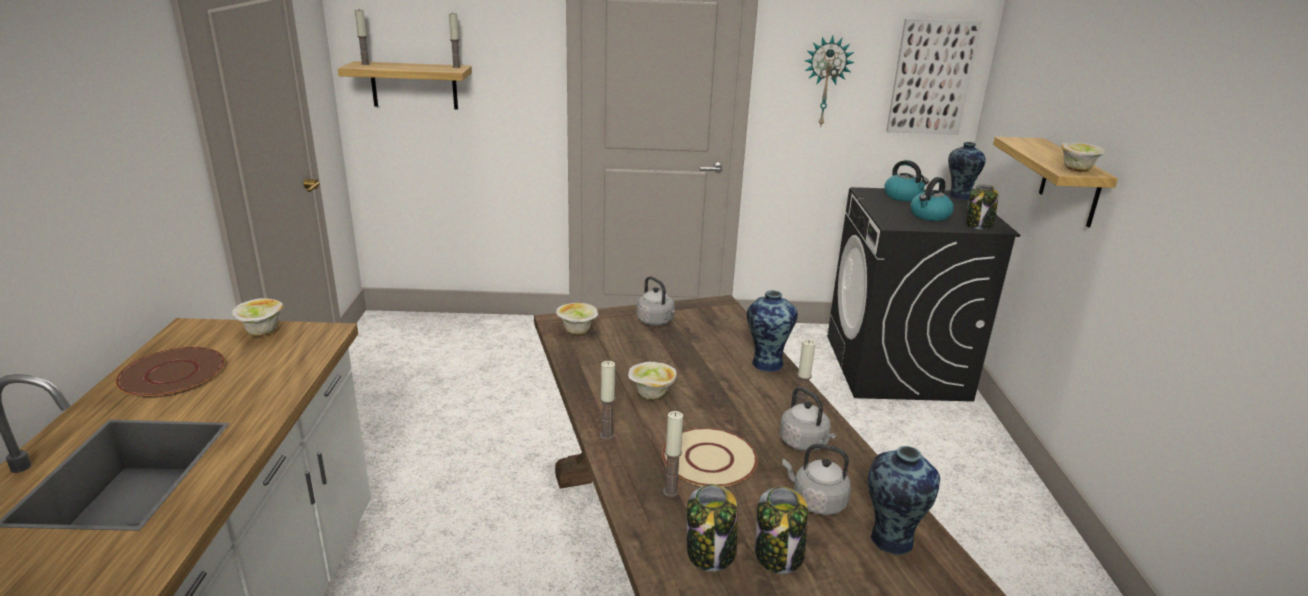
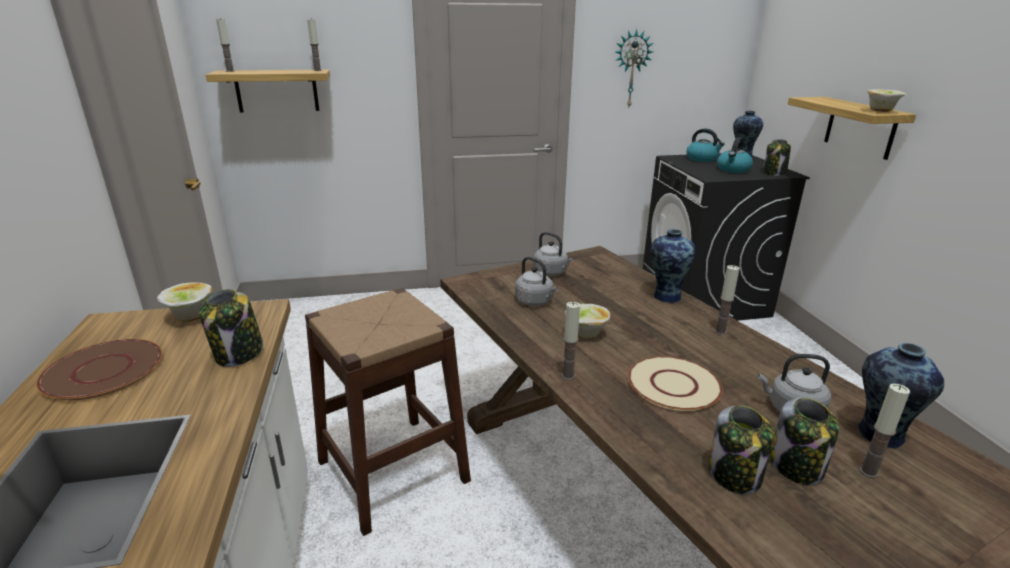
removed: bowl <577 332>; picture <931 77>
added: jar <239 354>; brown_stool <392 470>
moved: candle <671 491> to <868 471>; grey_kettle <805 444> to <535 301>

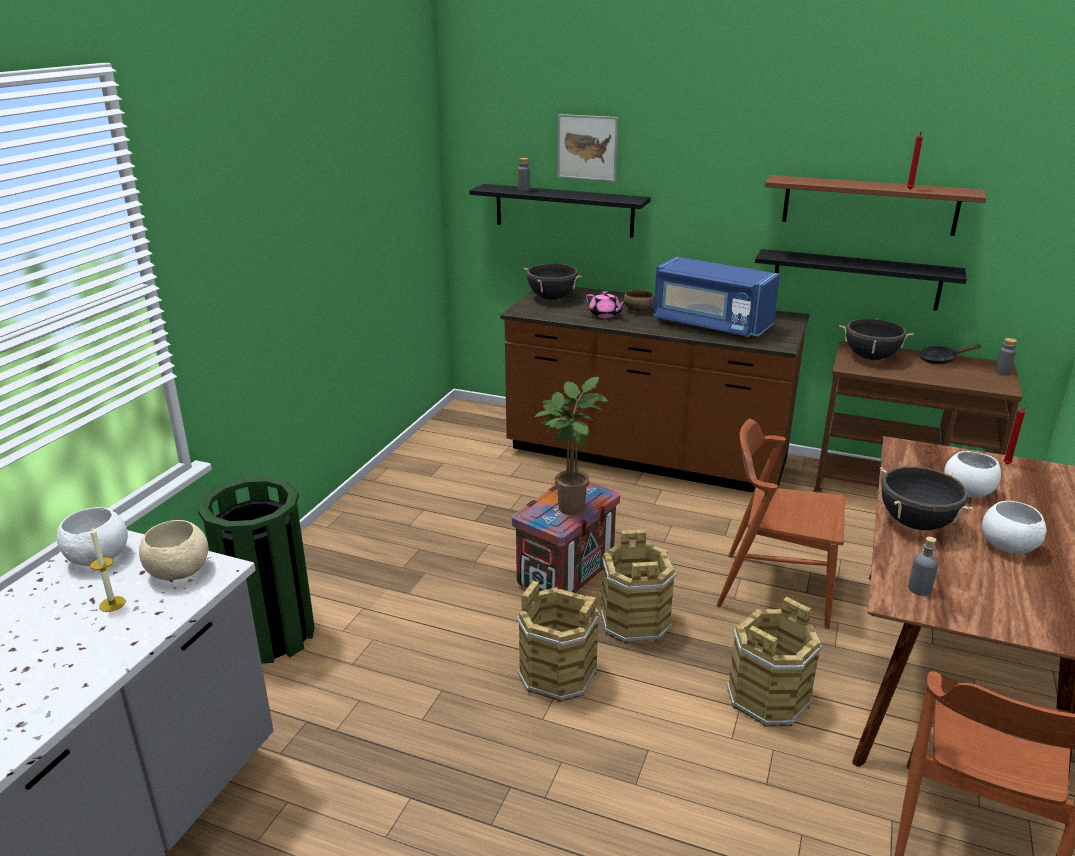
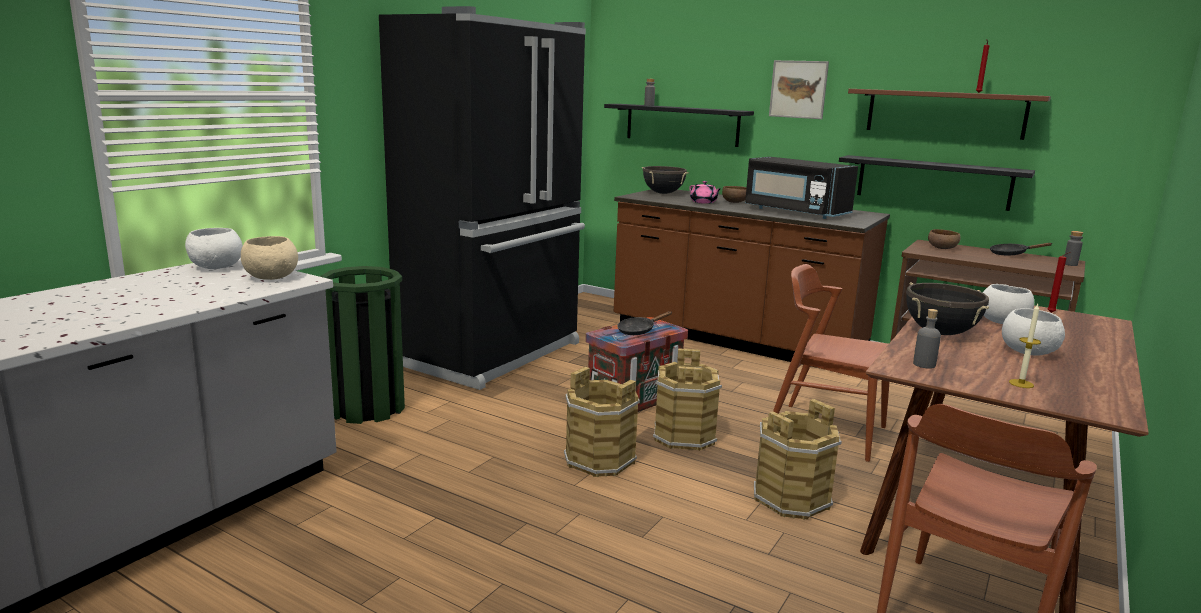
added: black_fridge <495 354>
moved: candle <112 604> to <1021 383>; picture <587 147> to <798 89>
replaced: potted_plant <569 505> to black_frying_pan <639 331>; black_cooking_pot <871 358> to brown_bowl <942 248>
recoloured: blue_microwave <710 324> to black_microwave <795 212>

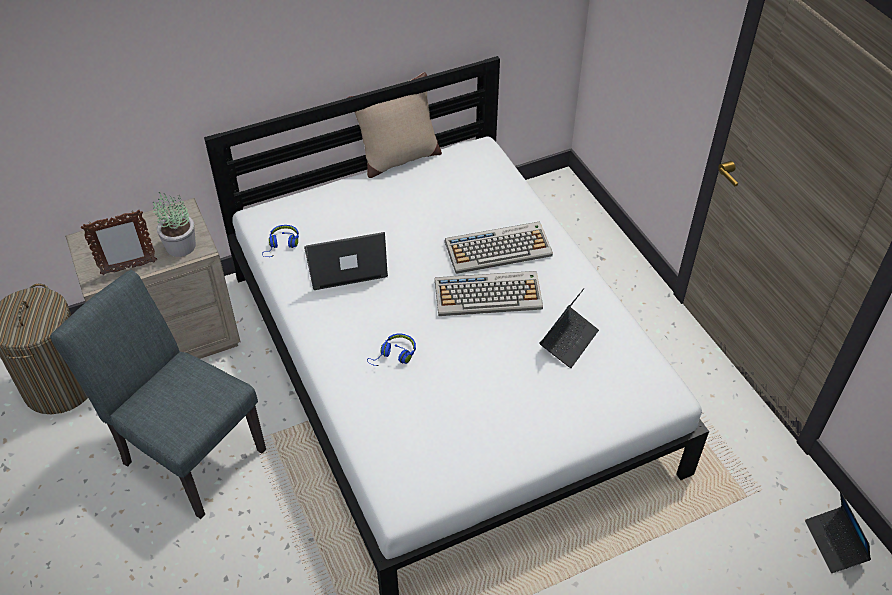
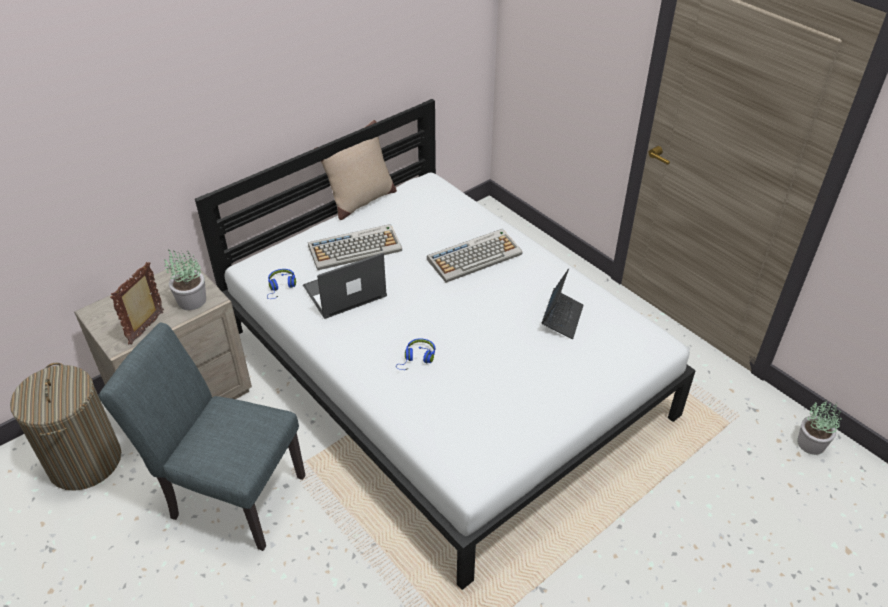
moved: keyboard <489 294> to <355 248>
replaced: laptop <835 543> to potted_plant <811 444>
turned: picture_frame <128 268> = <147 328> 150 degrees clockwise

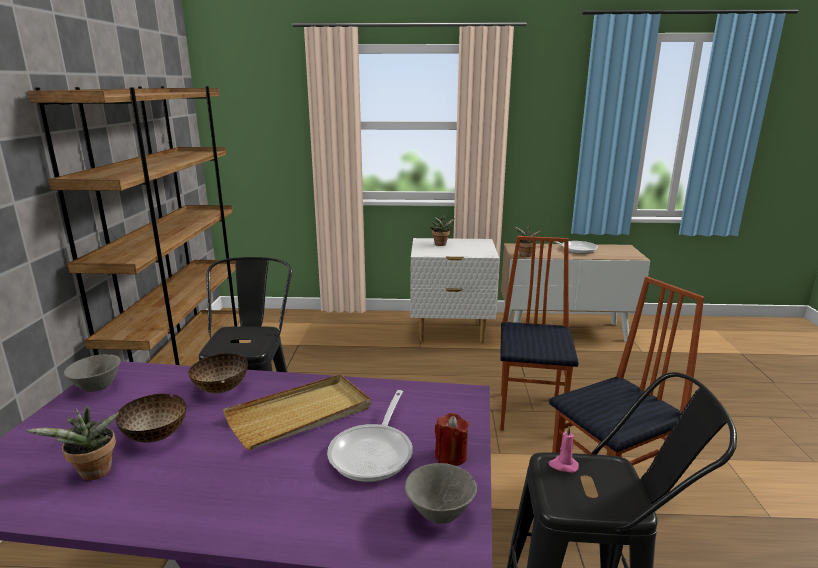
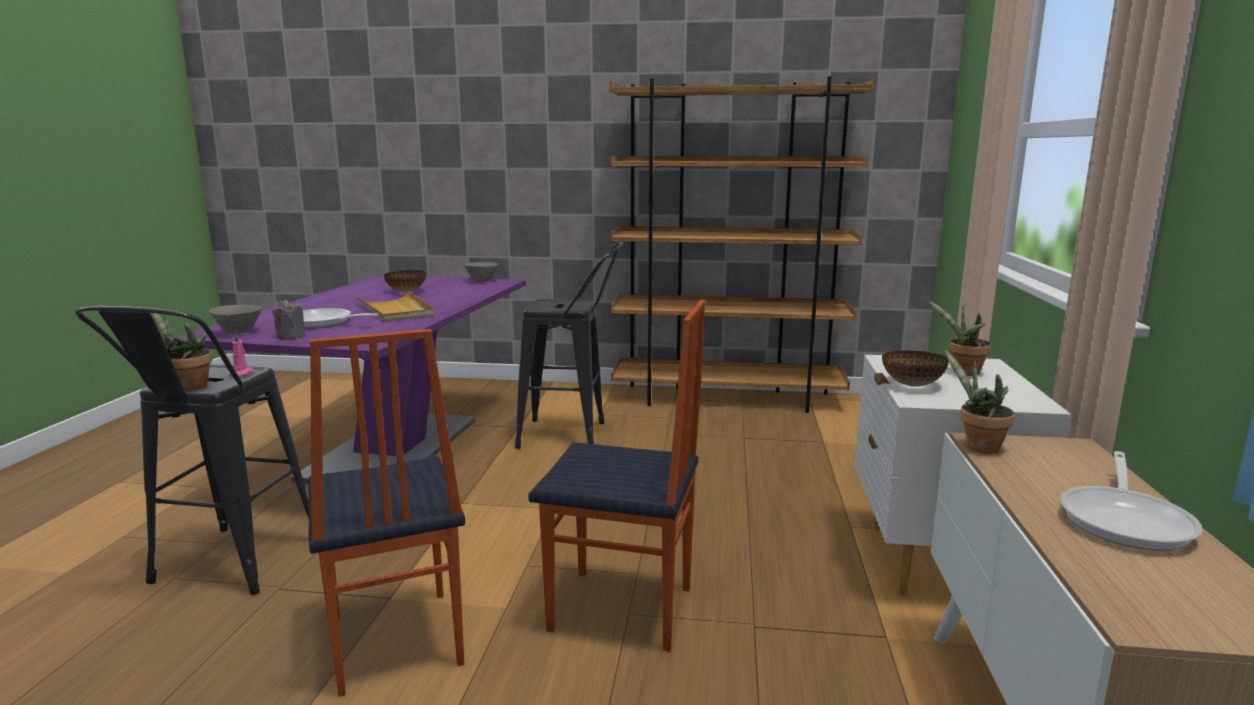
moved: potted_plant <94 474> to <189 386>; bowl <220 389> to <912 384>
recoloured: red_candle <450 456> to grey_candle <290 336>

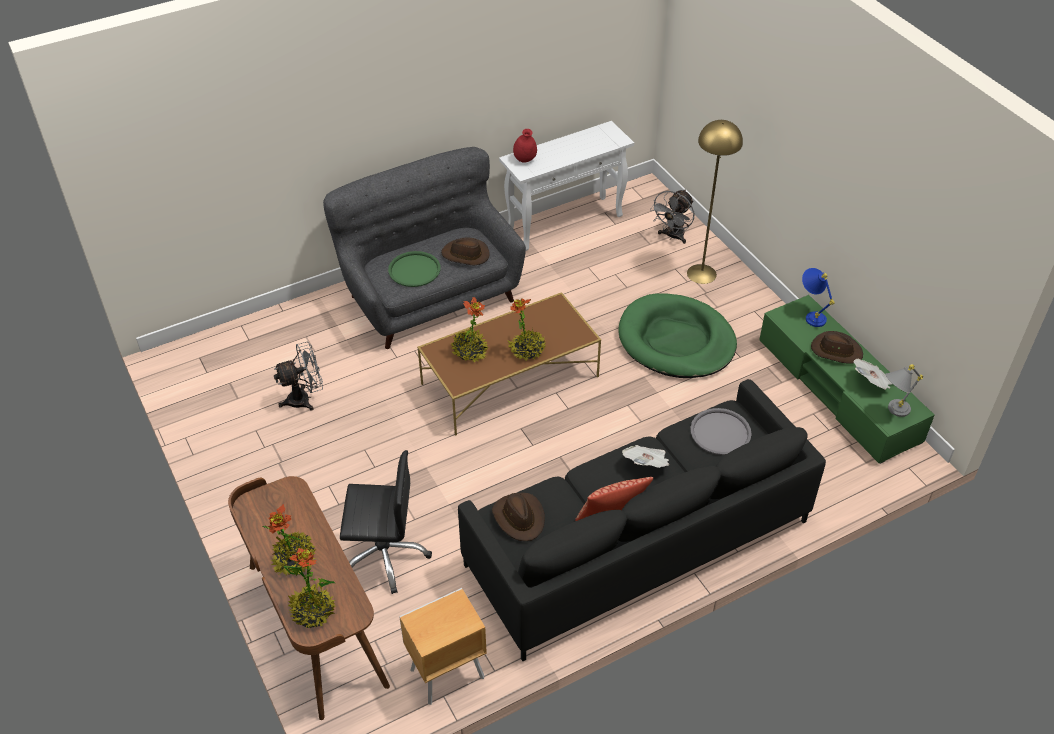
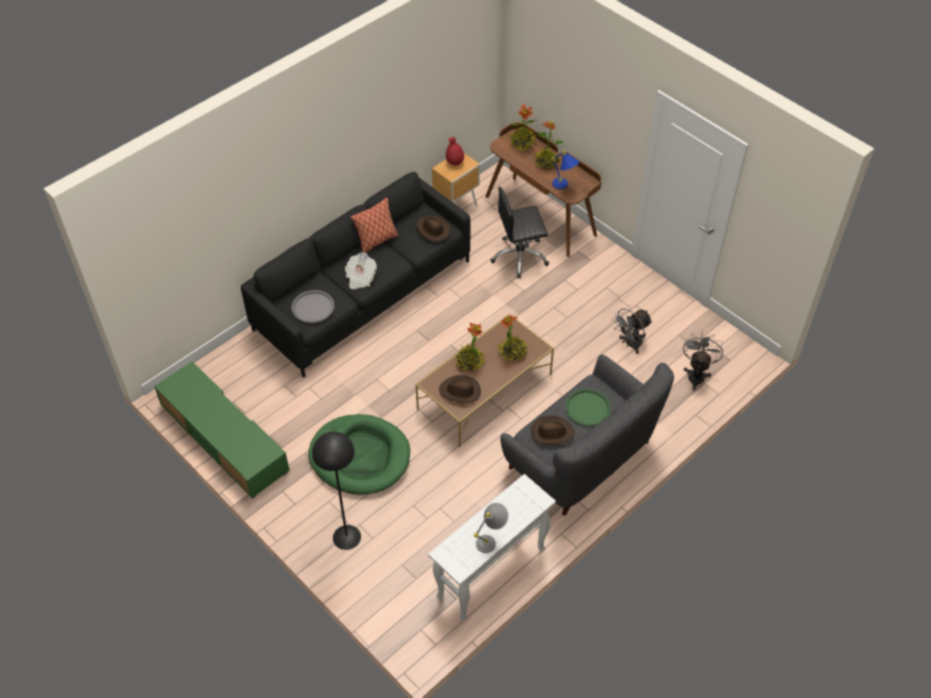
removed: newspaper <872 382>
moved: red_vase <525 159> to <455 162>; grey_fan <672 236> to <697 374>; blue_table_lamp <811 315> to <564 186>; brown_hat <836 350> to <460 391>; grey_table_lamp <892 411> to <491 540>
recoloured: yellow_floor_lamp <701 274> to black_floor_lamp <347 537>

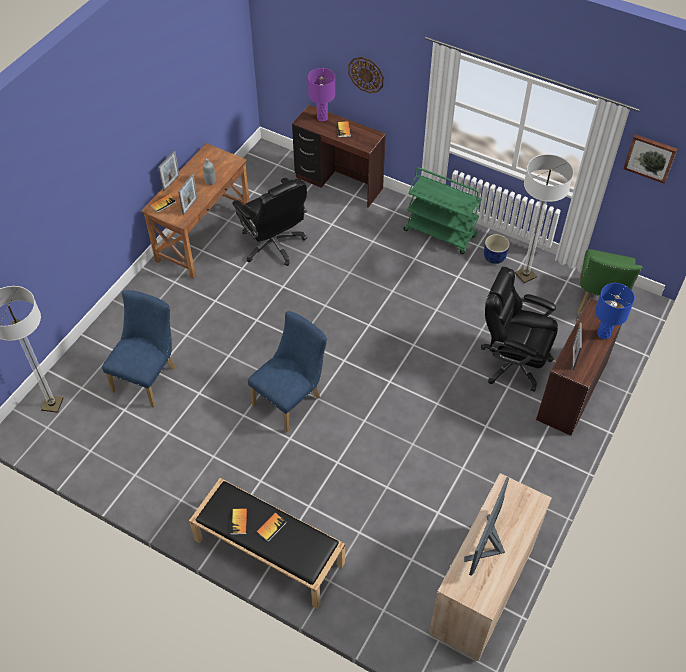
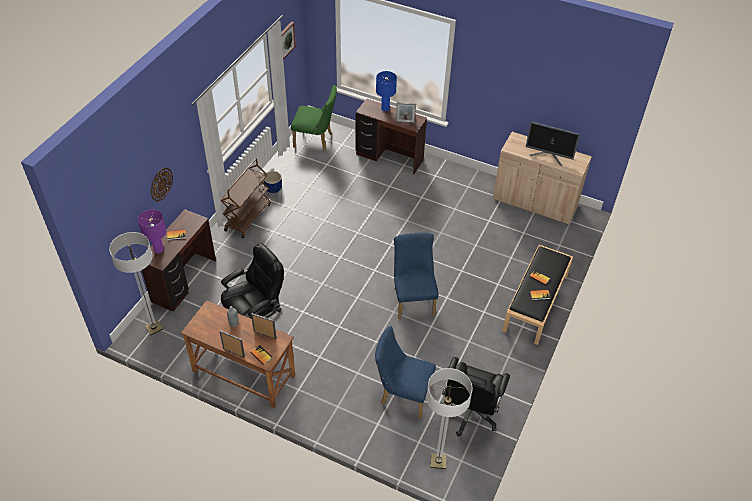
moved: black_office_chair <512 362> to <469 412>; floor_lamp <525 275> to <154 328>
recoloured: green_cart <440 233> to brown_cart <248 217>
turned: blue_chair <291 399> = <413 299> 45 degrees clockwise

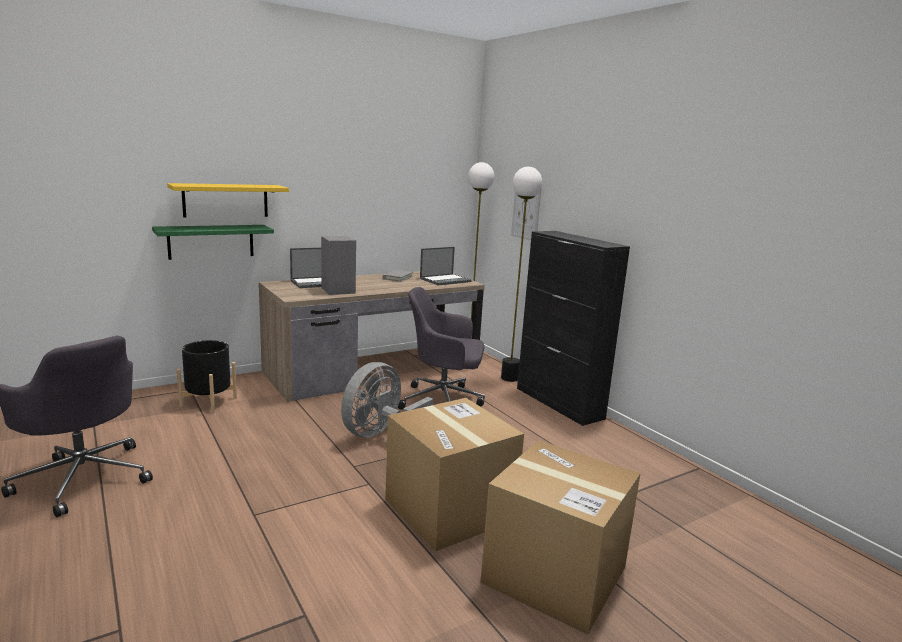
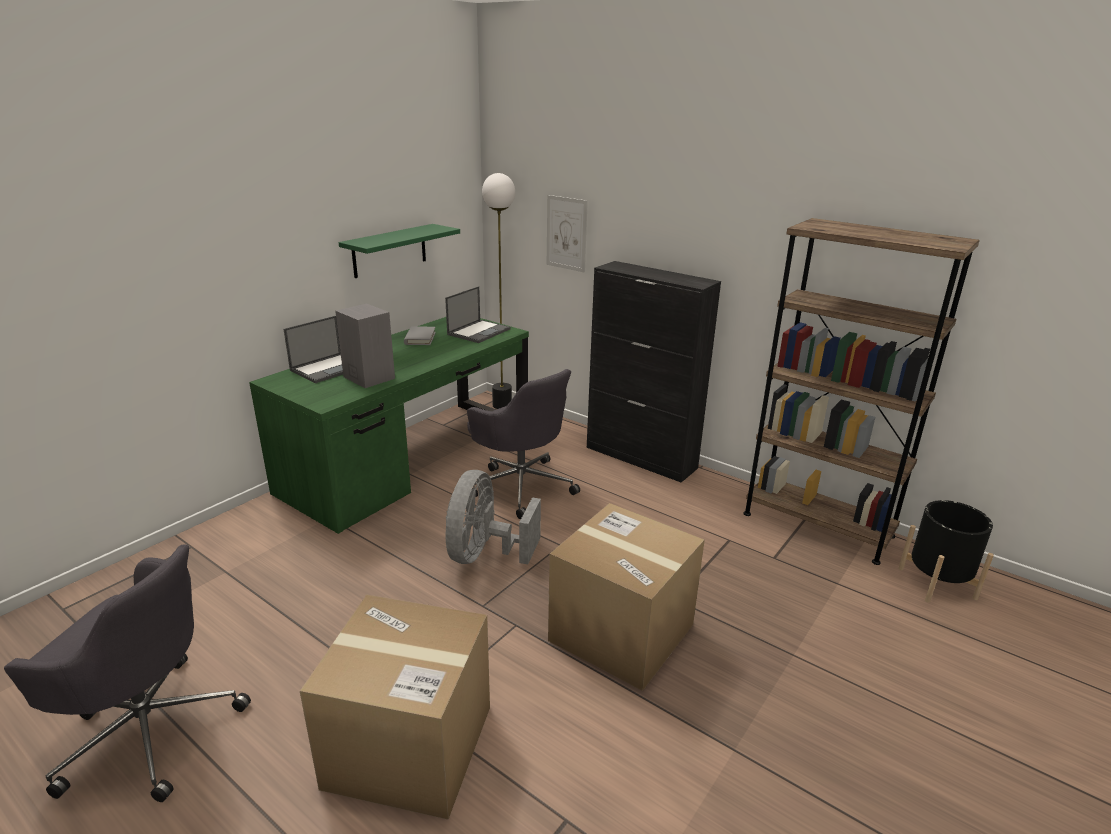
removed: yellow_shelf <226 200>; floor_lamp <510 378>
added: brown_bookcase <817 524>
moved: green_shelf <211 241> to <389 250>; black_planter <208 402> to <936 583>; cardboard_box <554 574> to <409 746>
recoloured: brown_desk <373 371> to green_desk <411 459>
turned: grey_office_chair <443 401> = <521 486> 120 degrees counterclockwise

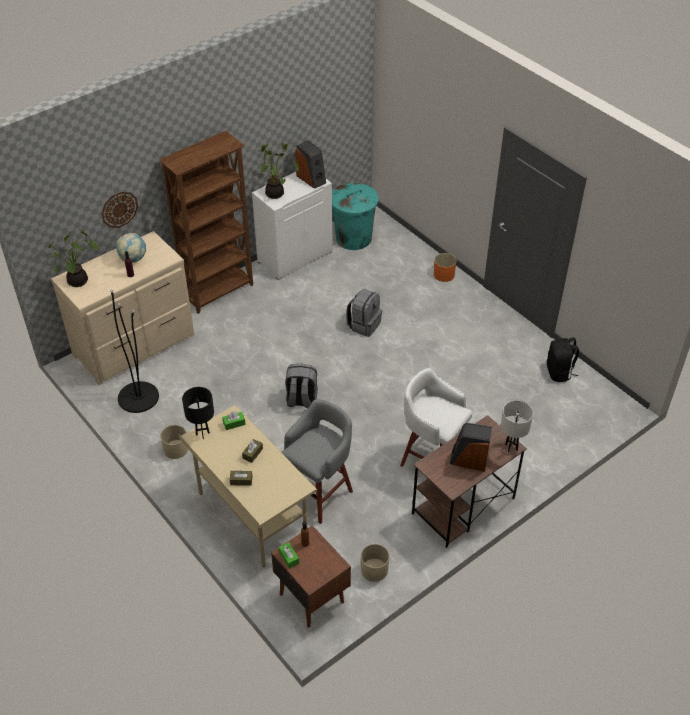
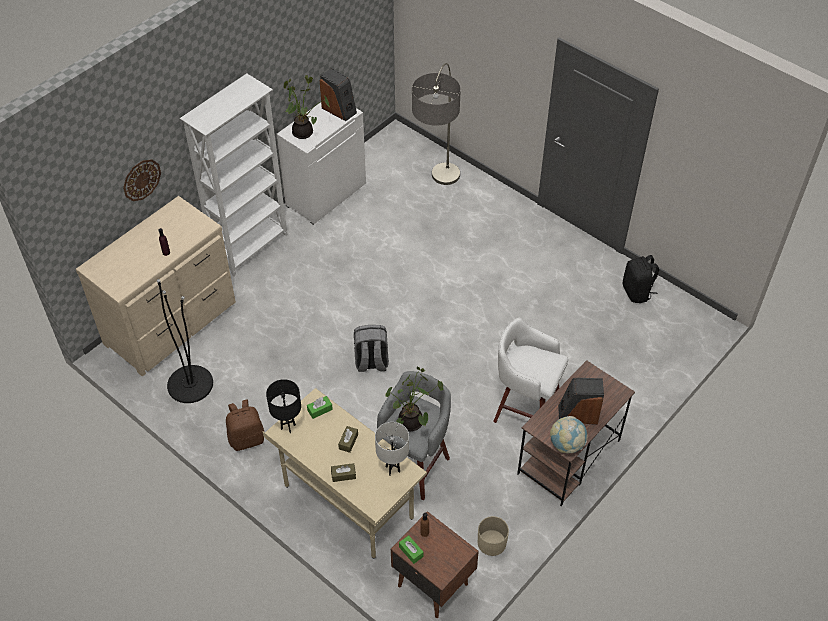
removed: turquoise_trash_can <354 238>; grey_backpack <364 325>; orange_planter <444 275>
added: floor_lamp <437 199>
moved: potted_plant <78 282> to <412 423>; globe <133 259> to <566 444>; white_table_lamp <511 447> to <393 469>
replaced: beige_planter <176 449> to brown_backpack <247 438>
recoloured: brown_bookcase <219 292> to white_bookcase <251 247>

